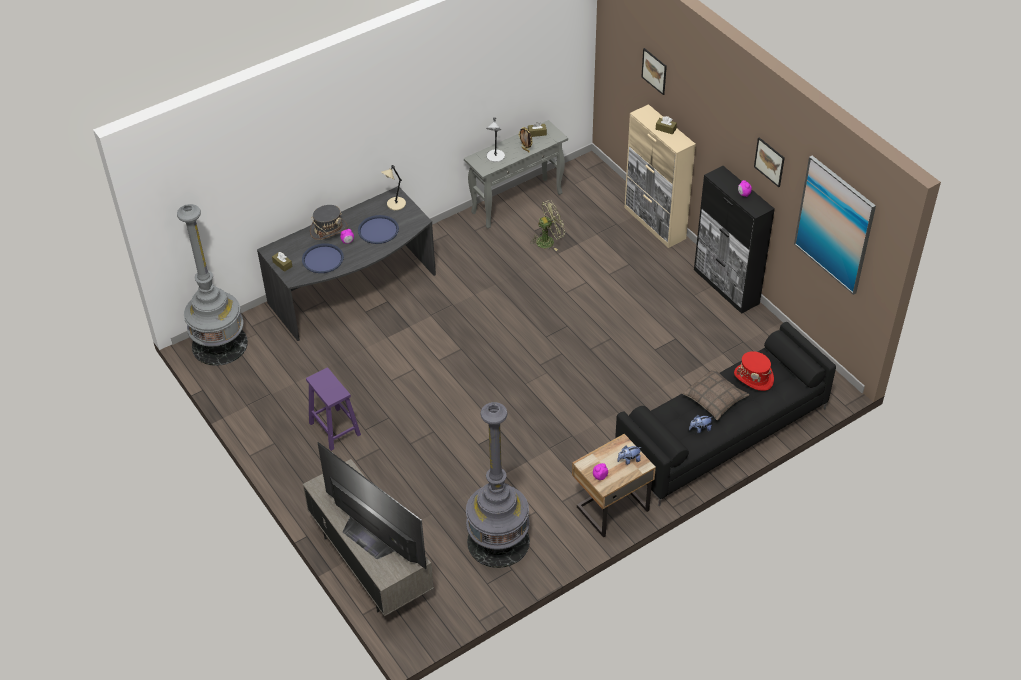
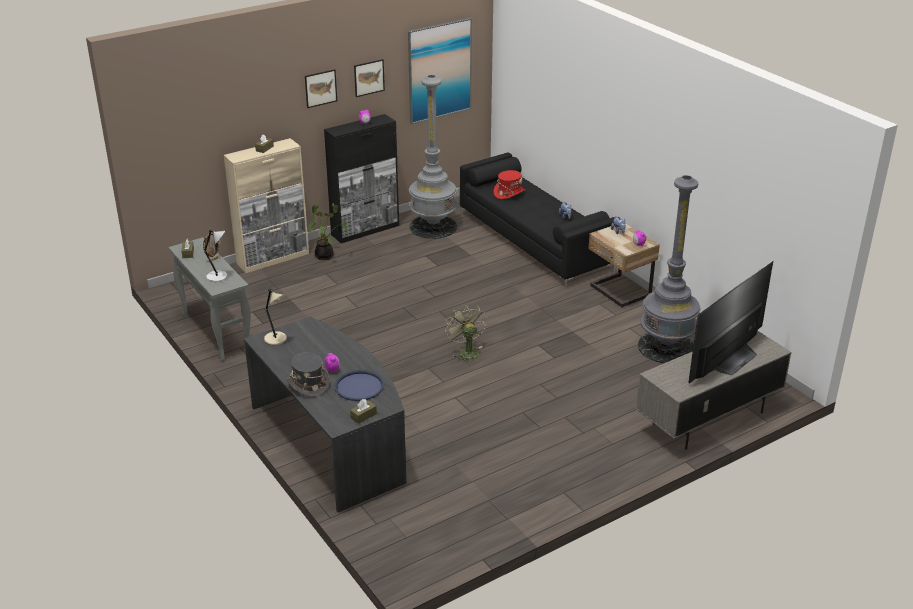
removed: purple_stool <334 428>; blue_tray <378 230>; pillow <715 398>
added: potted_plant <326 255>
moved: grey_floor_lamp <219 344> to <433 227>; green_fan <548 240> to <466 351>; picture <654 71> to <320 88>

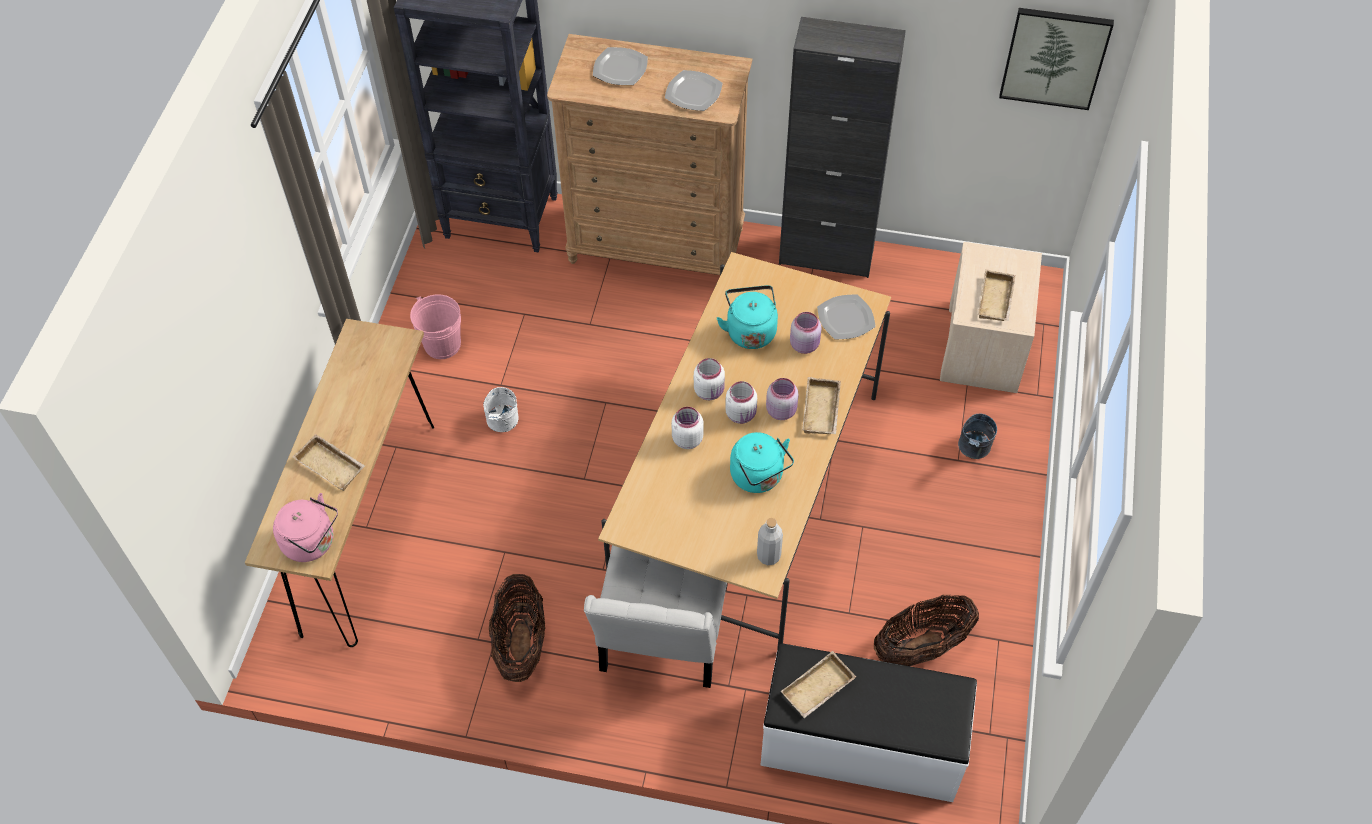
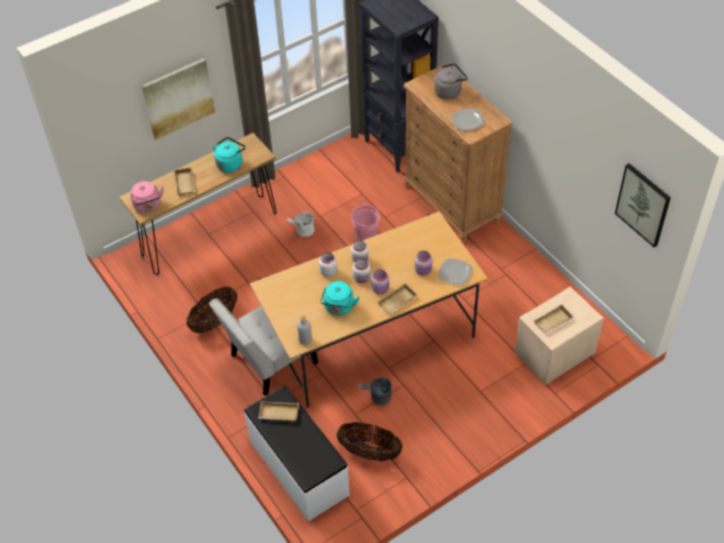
removed: black_cabinet <826 255>
added: picture <178 98>
moved: pink_bucket <442 344> to <366 235>; turquoise_kettle <750 330> to <230 164>; grey_bucket <973 450> to <377 398>
replaced: plate <621 68> to grey_kettle <449 91>

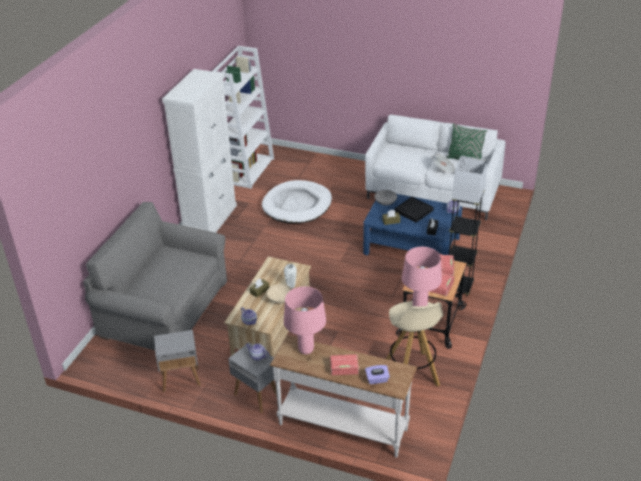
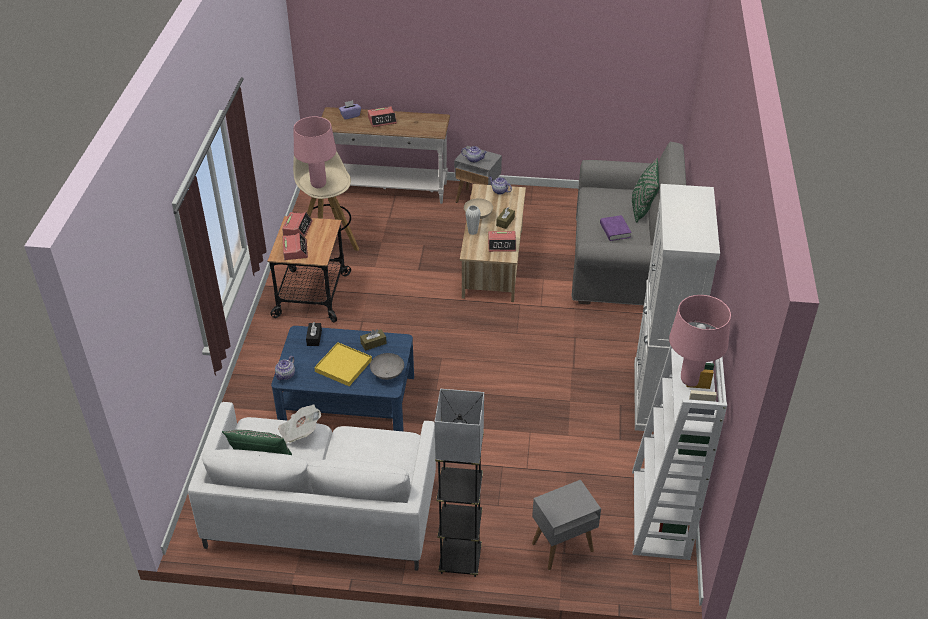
removed: white_dog_bed <297 205>
added: alarm_clock <502 245>; purple_book <615 230>; green_pillow <642 208>
moved: grey_side_table <181 379> to <562 547>; pink_table_lamp <306 350> to <690 381>; grey_floor_lamp <459 287> to <460 560>
recoloured: black_tray <414 211> to yellow_tray <343 366>

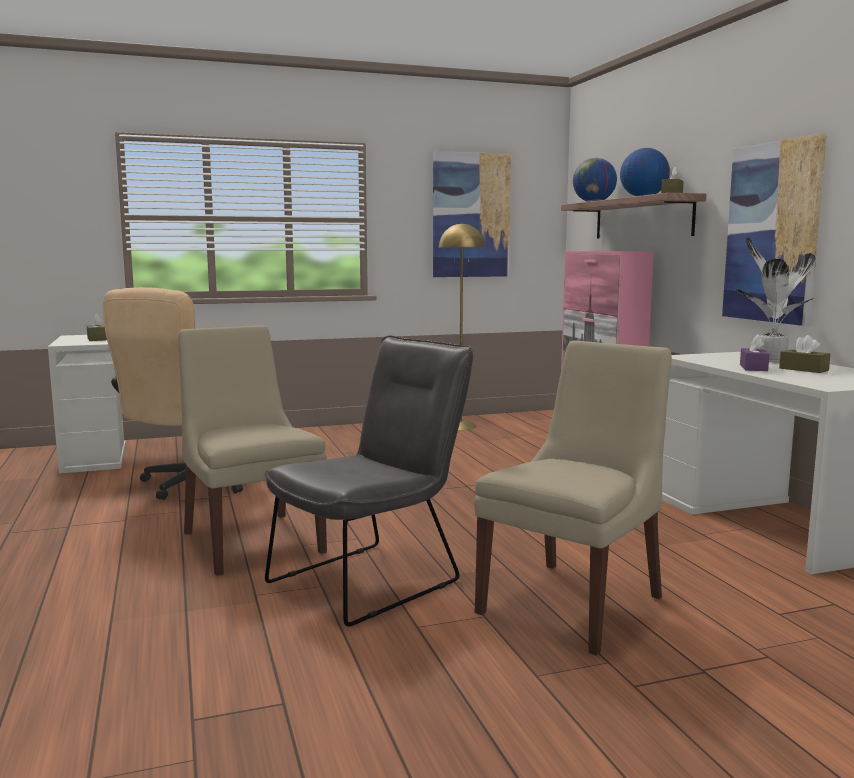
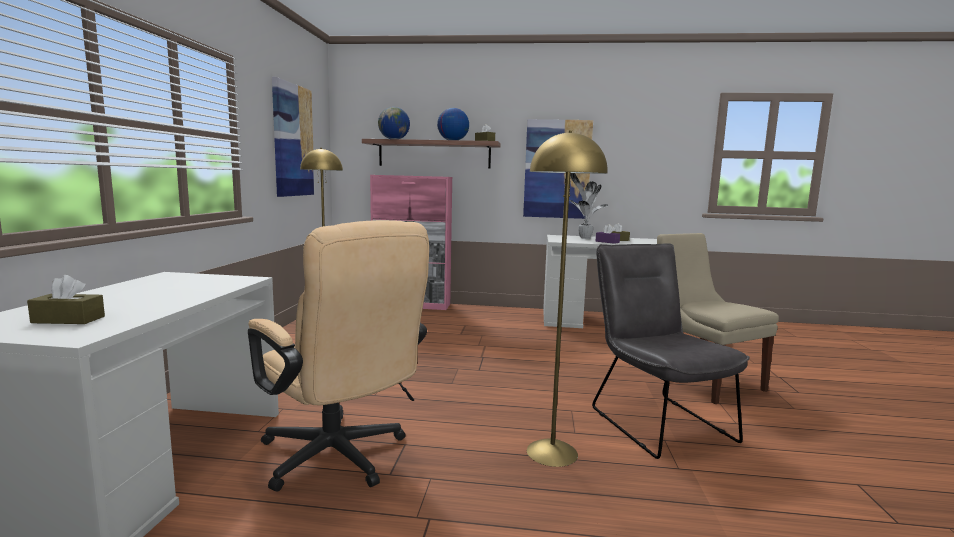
replaced: beige_chair <251 541> to yellow_floor_lamp <551 452>

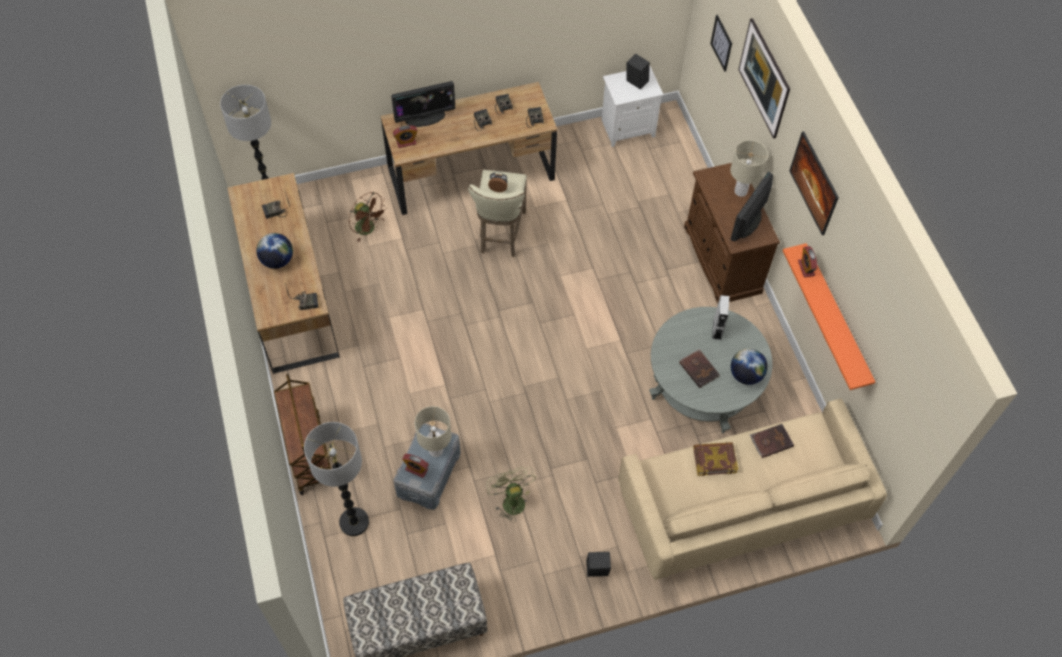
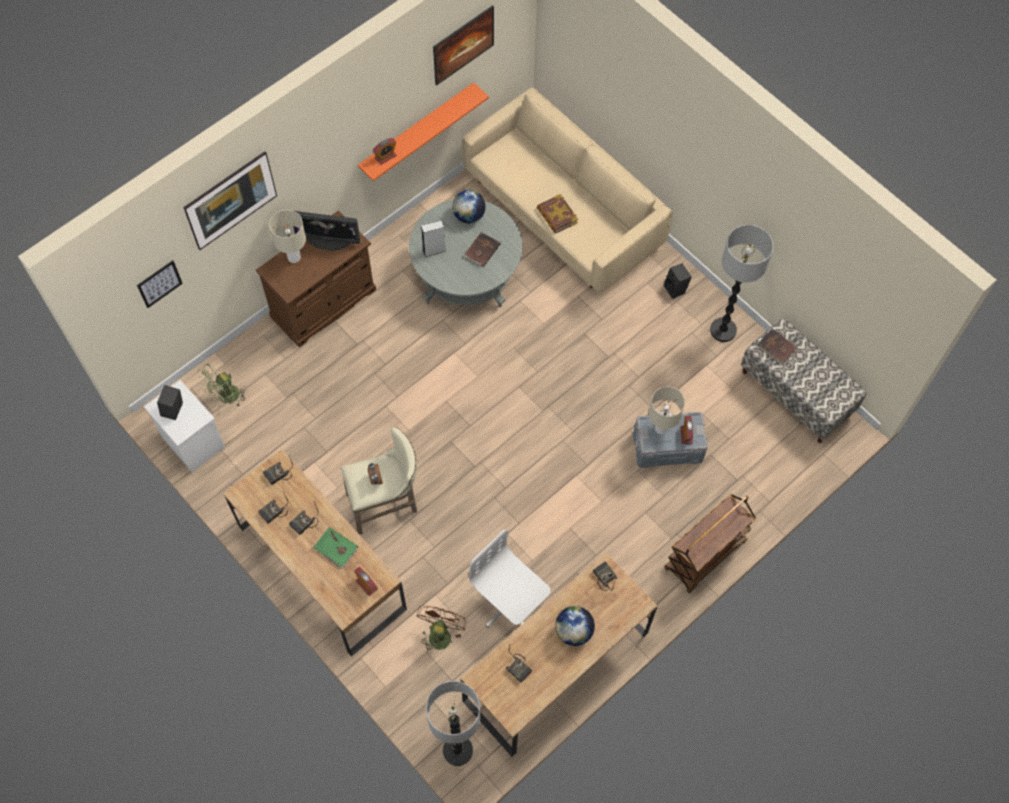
removed: monitor <425 117>
added: green_book <336 548>; white_office_chair <510 604>
moved: floor_lamp <354 522> to <723 330>; green_fan <511 500> to <226 398>; brown_book <771 441> to <776 348>; picture <810 192> to <463 54>

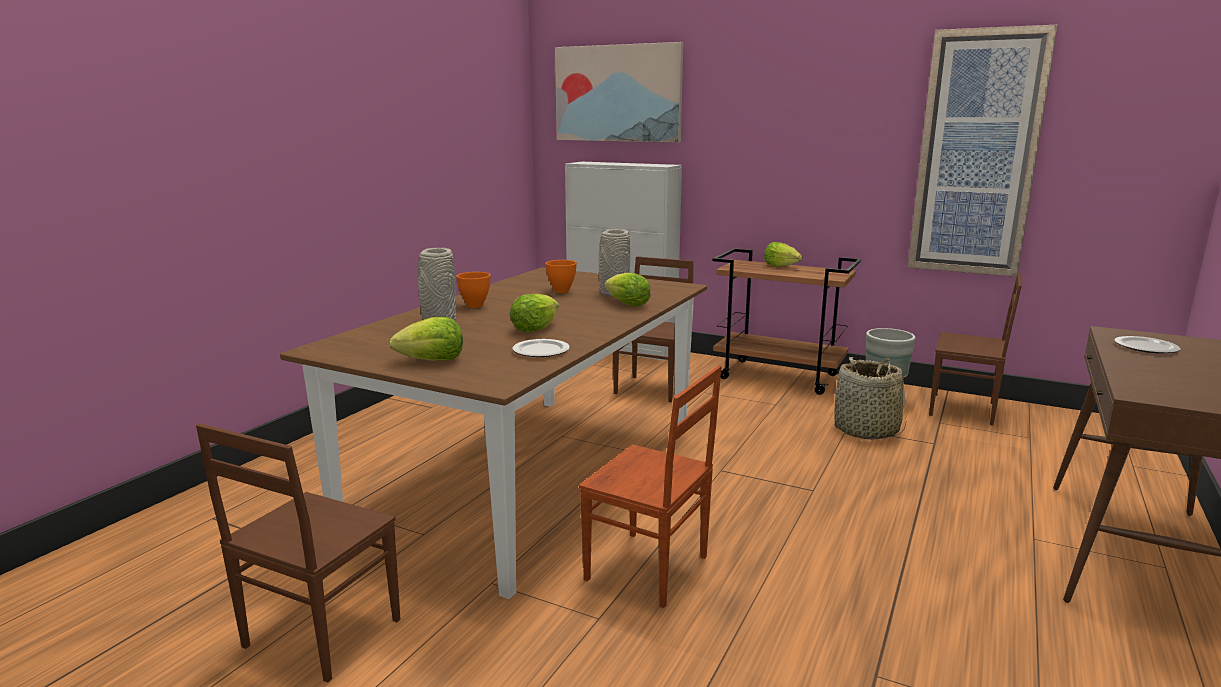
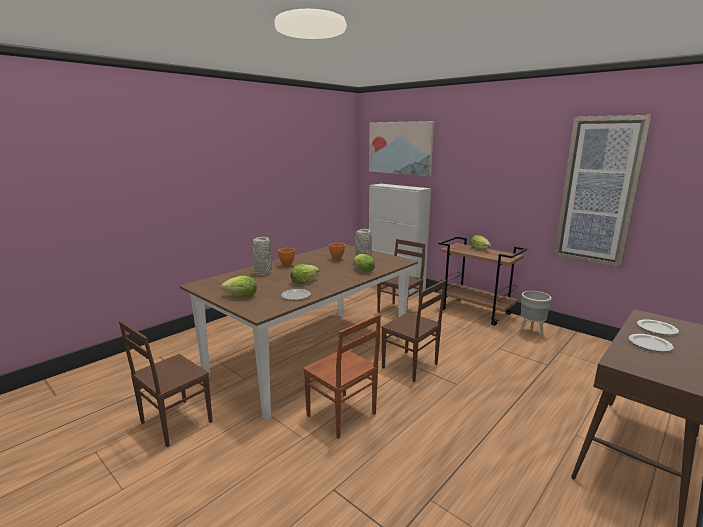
removed: basket <866 430>
added: plate <650 344>
moved: brown_chair <963 410> to <410 366>

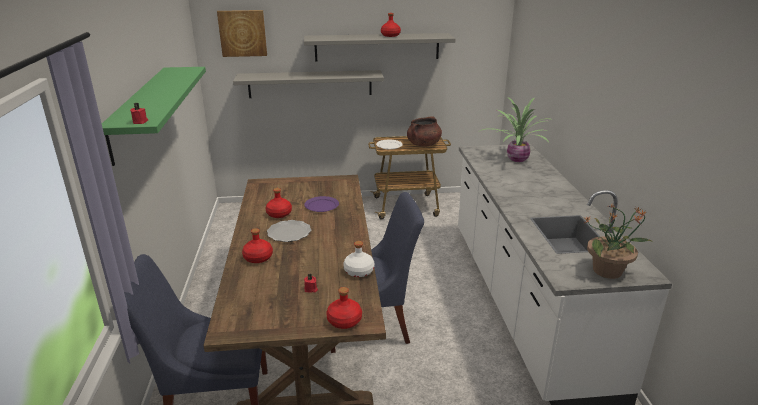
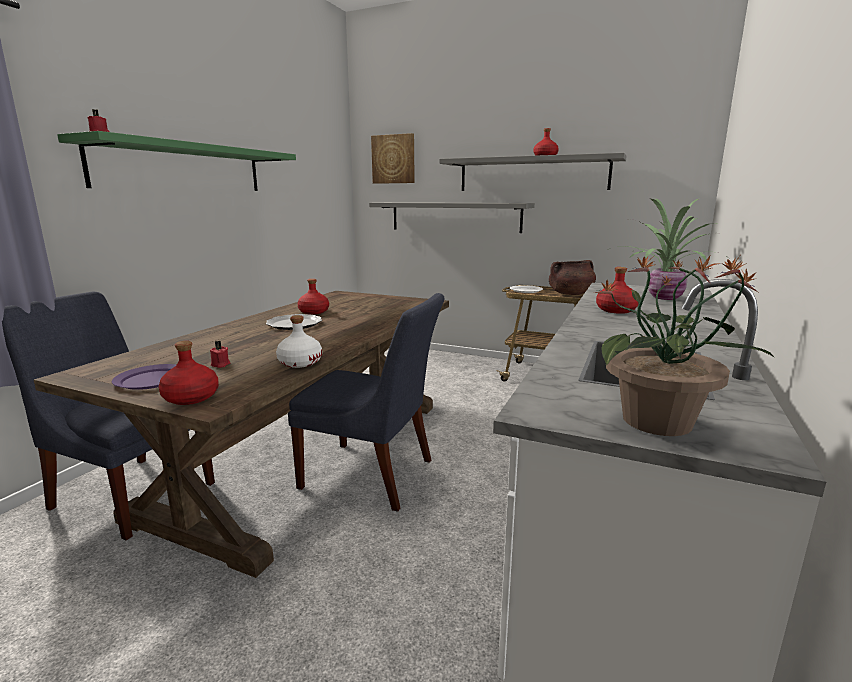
moved: red_bottle <258 257> to <616 310>; purple_plate <322 206> to <152 379>

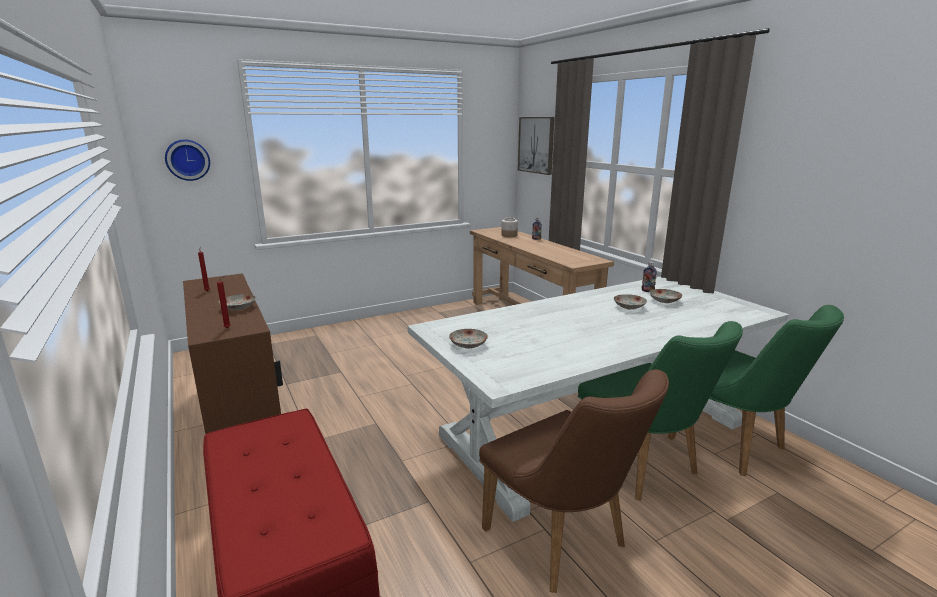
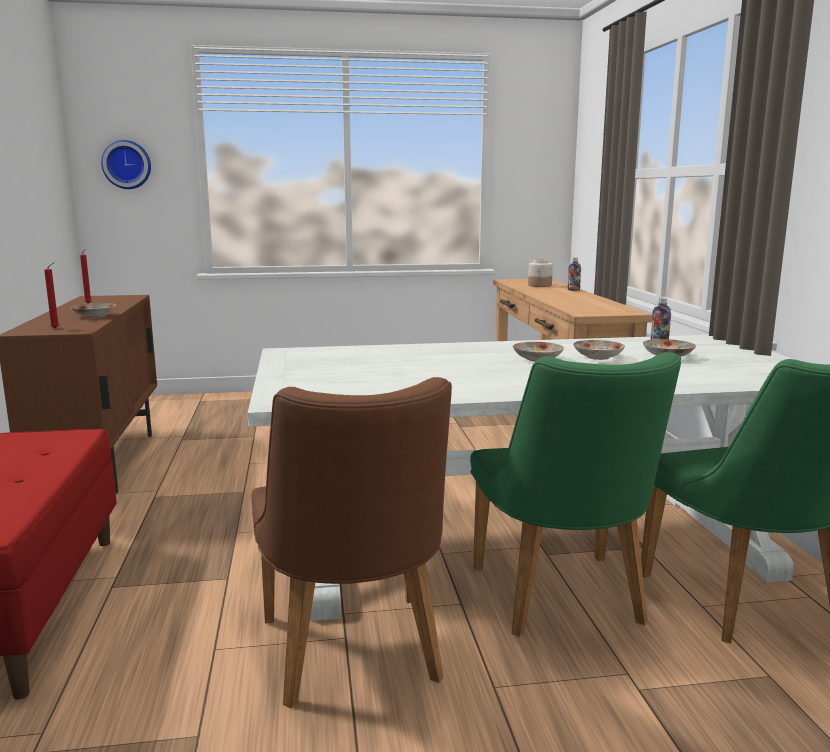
removed: picture <536 145>
moved: plate <467 345> to <537 359>

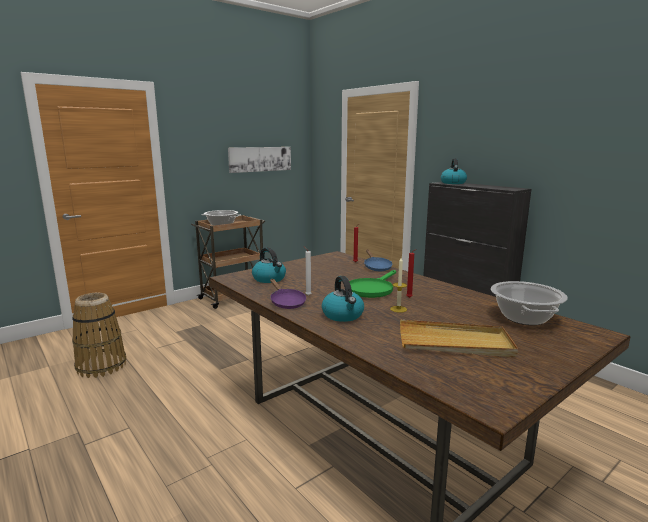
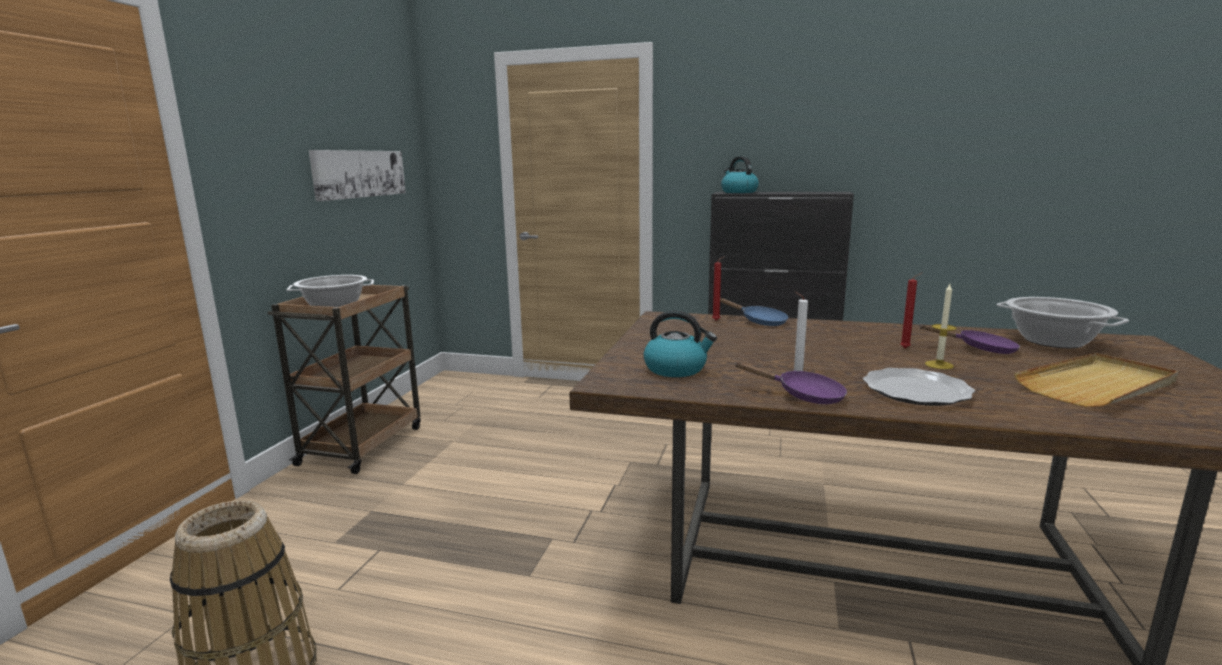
removed: green_frying_pan <372 289>
added: purple_frying_pan <980 349>
replaced: kettle <343 315> to plate <916 390>

